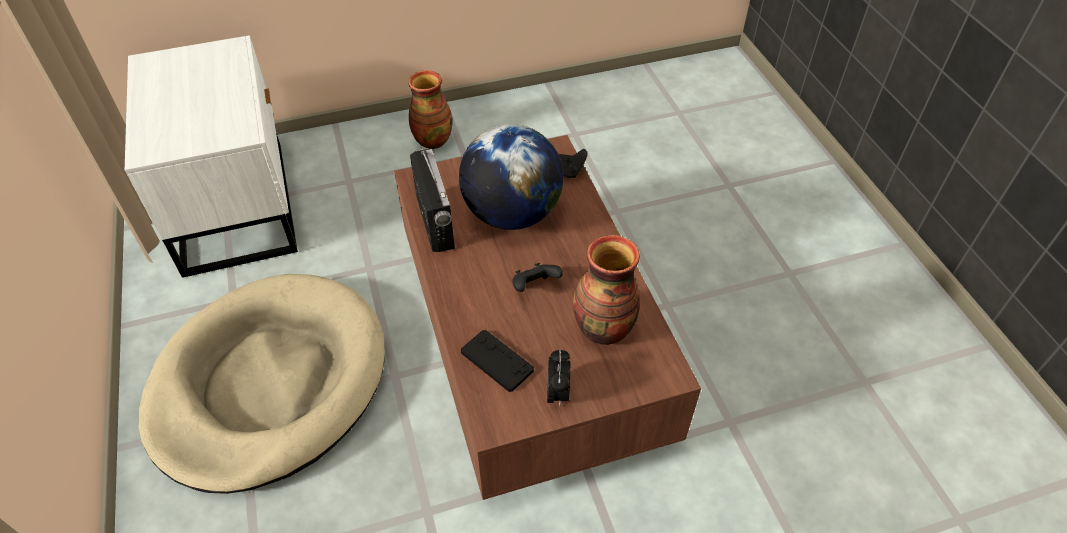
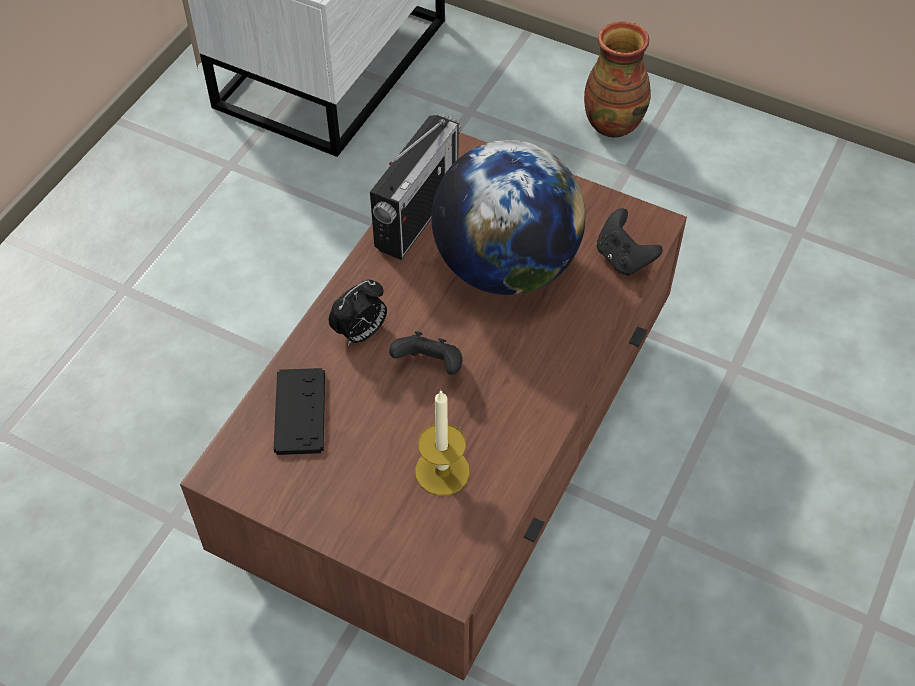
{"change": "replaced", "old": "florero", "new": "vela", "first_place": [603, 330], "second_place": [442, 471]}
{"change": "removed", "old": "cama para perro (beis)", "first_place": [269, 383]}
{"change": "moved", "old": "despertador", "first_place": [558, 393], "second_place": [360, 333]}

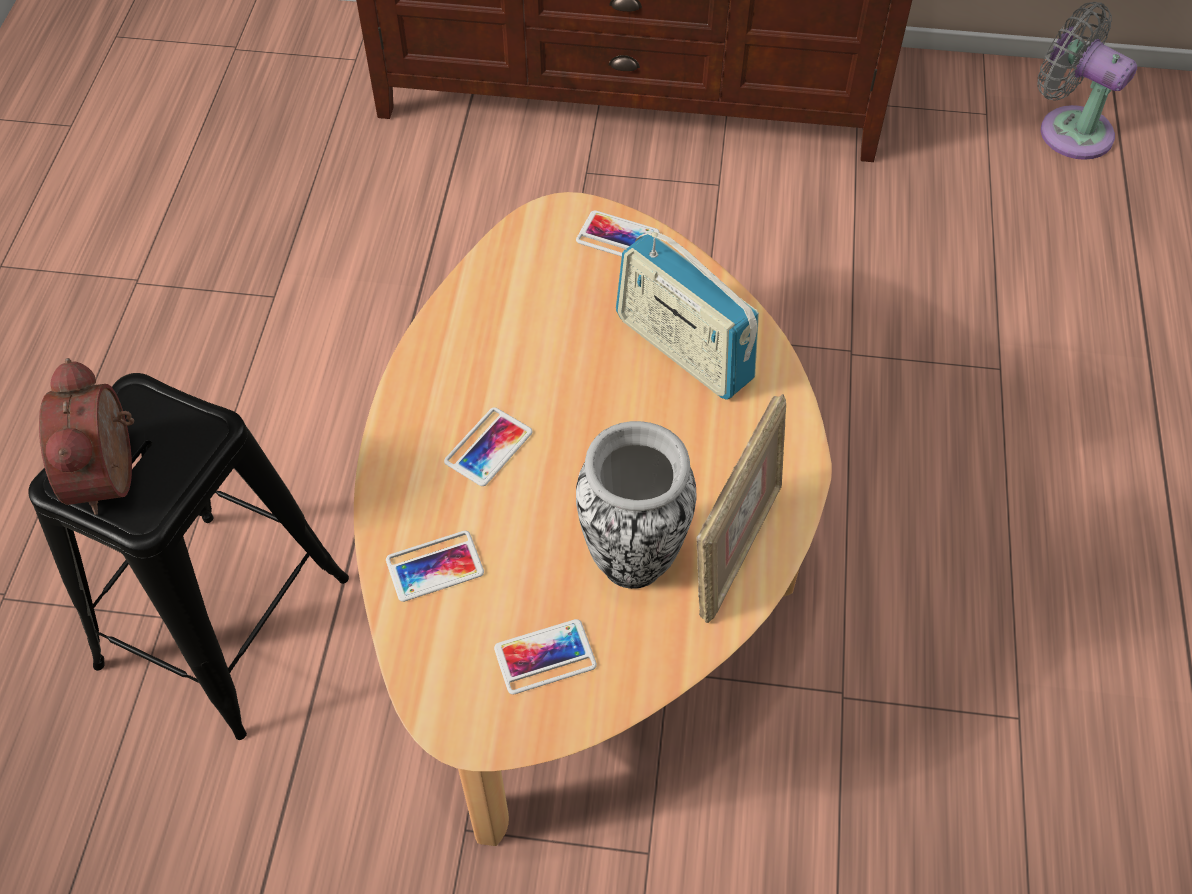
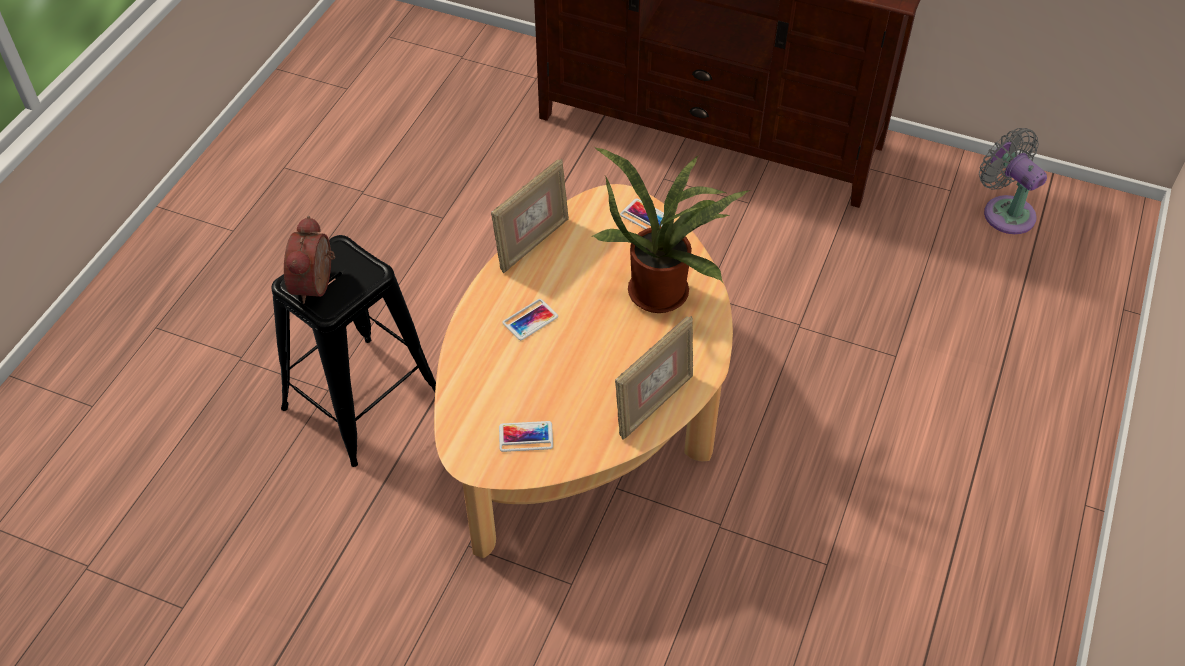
{"change": "replaced", "old": "radio", "new": "planta en maceta", "first_place": [683, 349], "second_place": [662, 289]}
{"change": "removed", "old": "florero", "first_place": [631, 558]}
{"change": "removed", "old": "móvil", "first_place": [435, 566]}
{"change": "added", "new": "portarretratos", "second_place": [532, 243]}

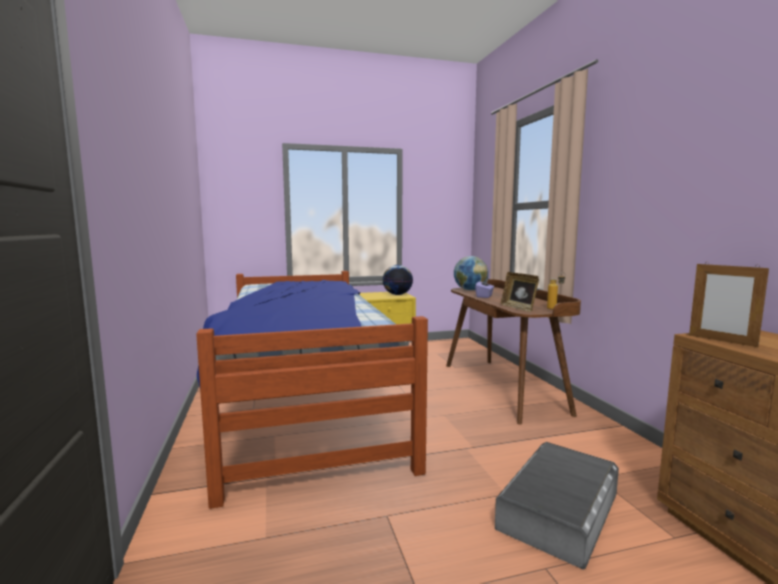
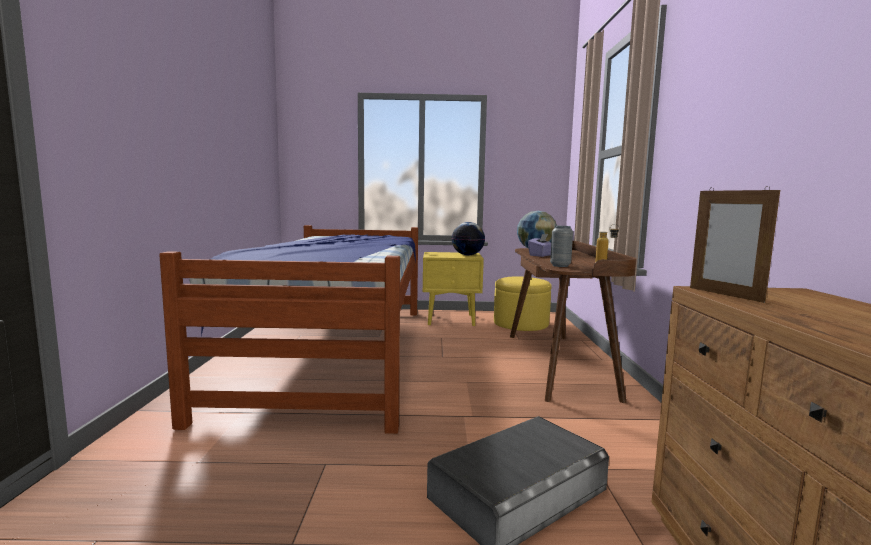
{"change": "replaced", "old": "portarretratos", "new": "florero (gris)", "first_place": [519, 308], "second_place": [560, 266]}
{"change": "added", "new": "puf (amarillo)", "second_place": [521, 323]}

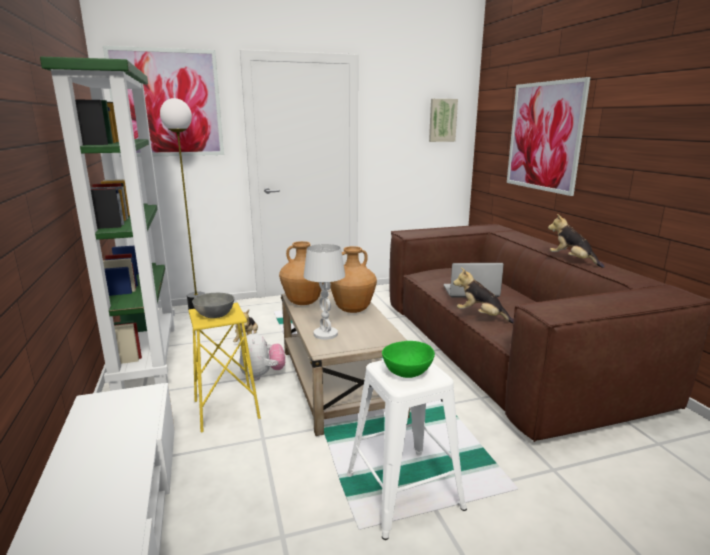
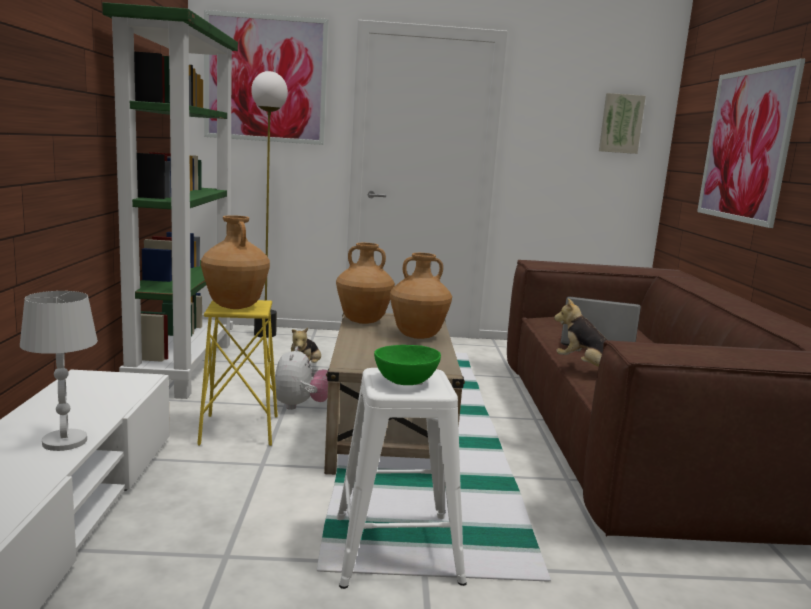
{"change": "removed", "old": "peluche", "first_place": [572, 260]}
{"change": "moved", "old": "lámpara de mesa (blanco)", "first_place": [325, 334], "second_place": [64, 441]}
{"change": "replaced", "old": "cuenco (gris)", "new": "florero (marrón)", "first_place": [214, 315], "second_place": [235, 307]}

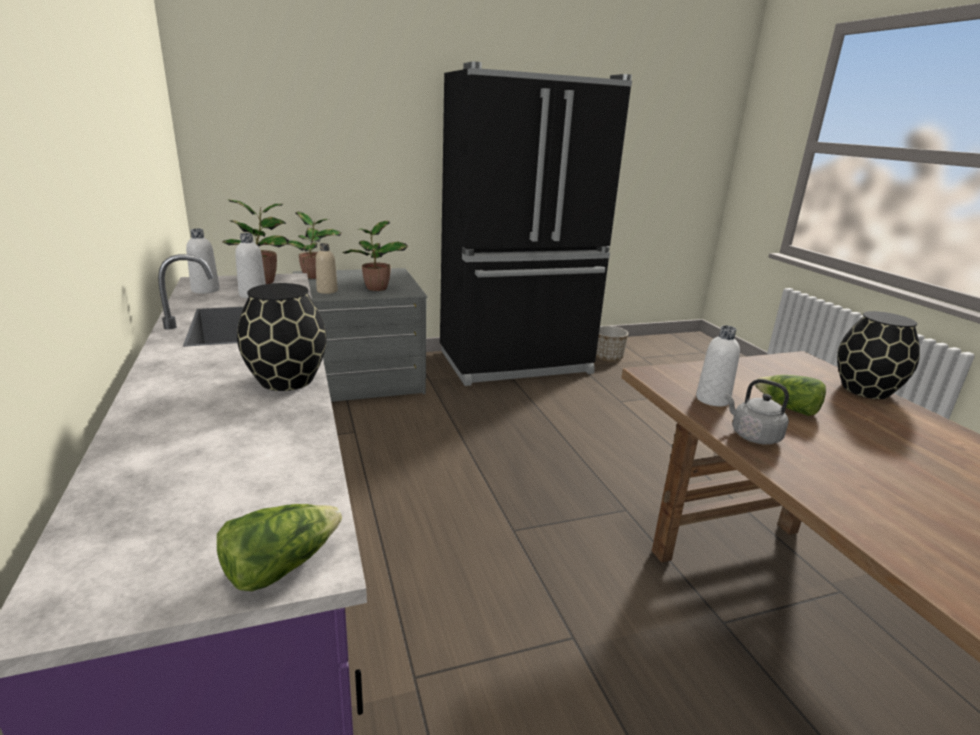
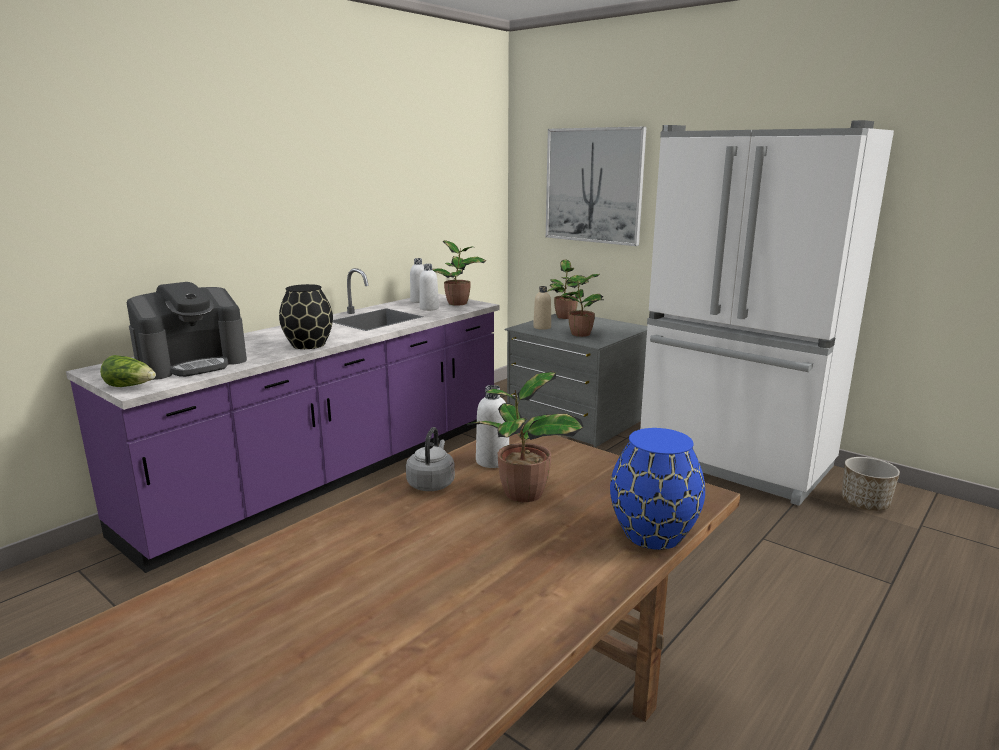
{"change": "recoloured", "old": "nevera (negro)", "new": "nevera (blanco)", "first_place": [517, 363], "second_place": [734, 463]}
{"change": "recoloured", "old": "florero (negro)", "new": "florero (azul)", "first_place": [864, 389], "second_place": [653, 533]}
{"change": "replaced", "old": "lechuga", "new": "planta en maceta", "first_place": [788, 408], "second_place": [521, 494]}
{"change": "added", "new": "cuadro", "second_place": [593, 185]}
{"change": "added", "new": "cafetera", "second_place": [192, 363]}

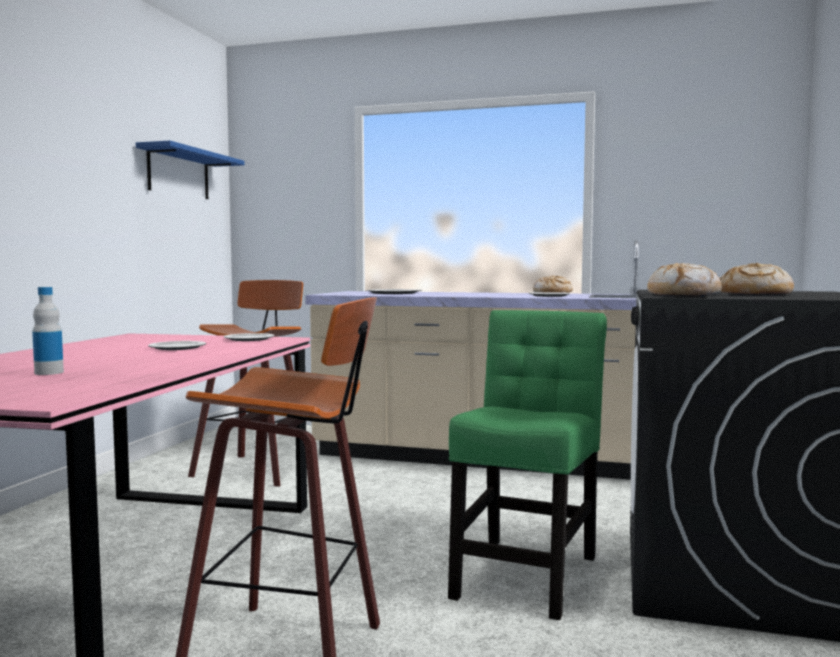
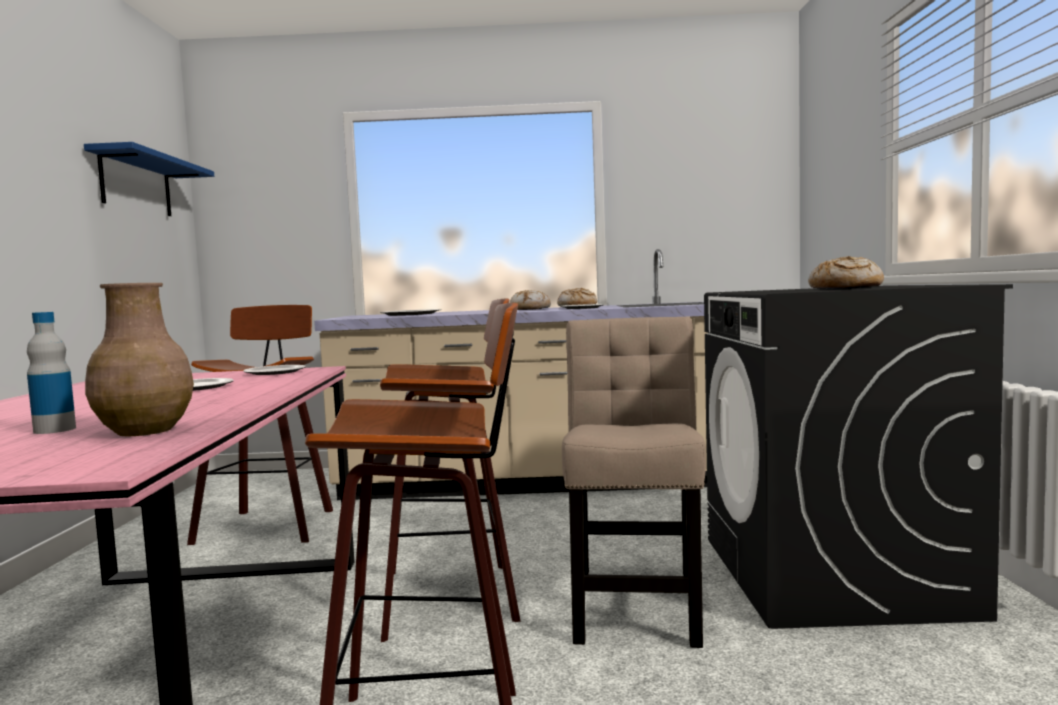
{"change": "moved", "old": "pan", "first_place": [683, 295], "second_place": [530, 309]}
{"change": "recoloured", "old": "silla (verde)", "new": "silla (beis)", "first_place": [526, 572], "second_place": [636, 600]}
{"change": "added", "new": "florero (marrón)", "second_place": [145, 431]}
{"change": "added", "new": "taburete", "second_place": [455, 595]}

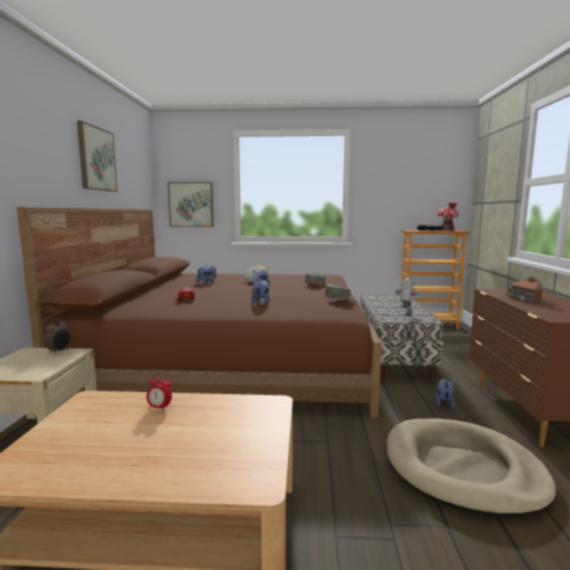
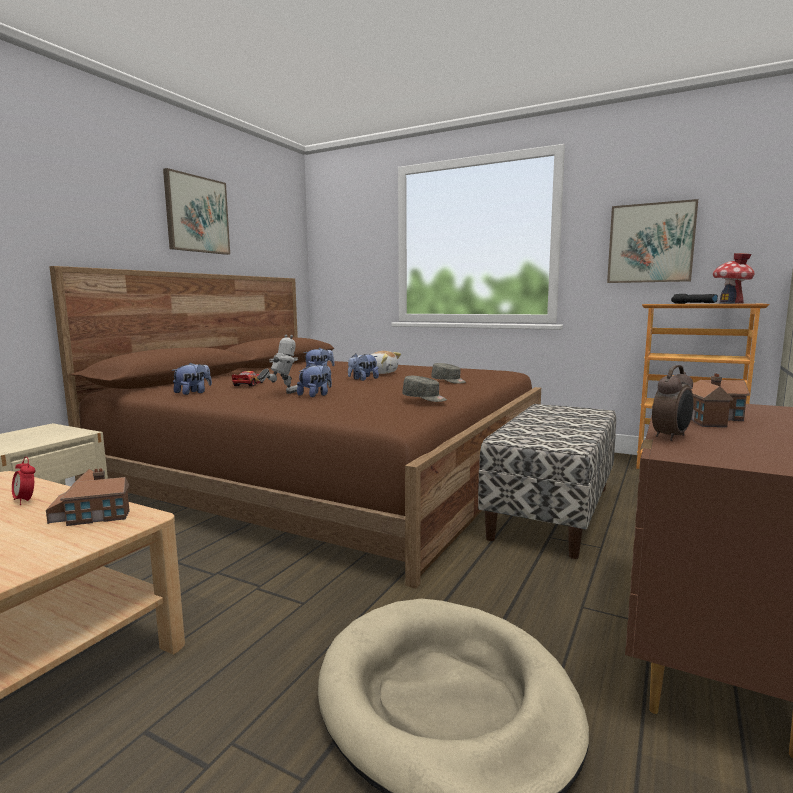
{"change": "moved", "old": "cuadro", "first_place": [191, 204], "second_place": [650, 243]}
{"change": "moved", "old": "robot de juguete", "first_place": [405, 315], "second_place": [281, 393]}
{"change": "moved", "old": "despertador", "first_place": [59, 351], "second_place": [671, 437]}
{"change": "moved", "old": "peluche", "first_place": [443, 403], "second_place": [193, 393]}
{"change": "added", "new": "casita", "second_place": [91, 514]}

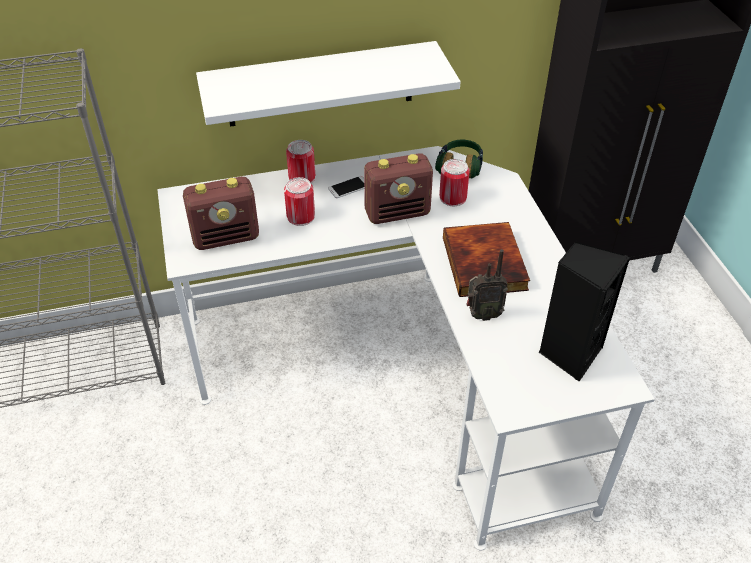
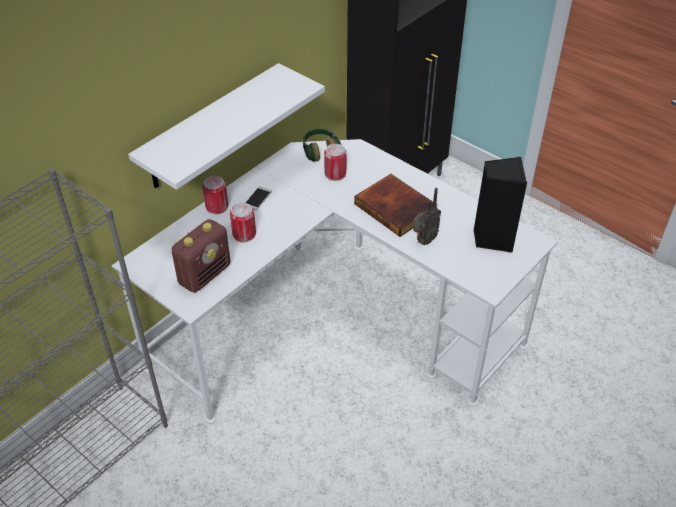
{"change": "removed", "old": "radio", "first_place": [398, 213]}

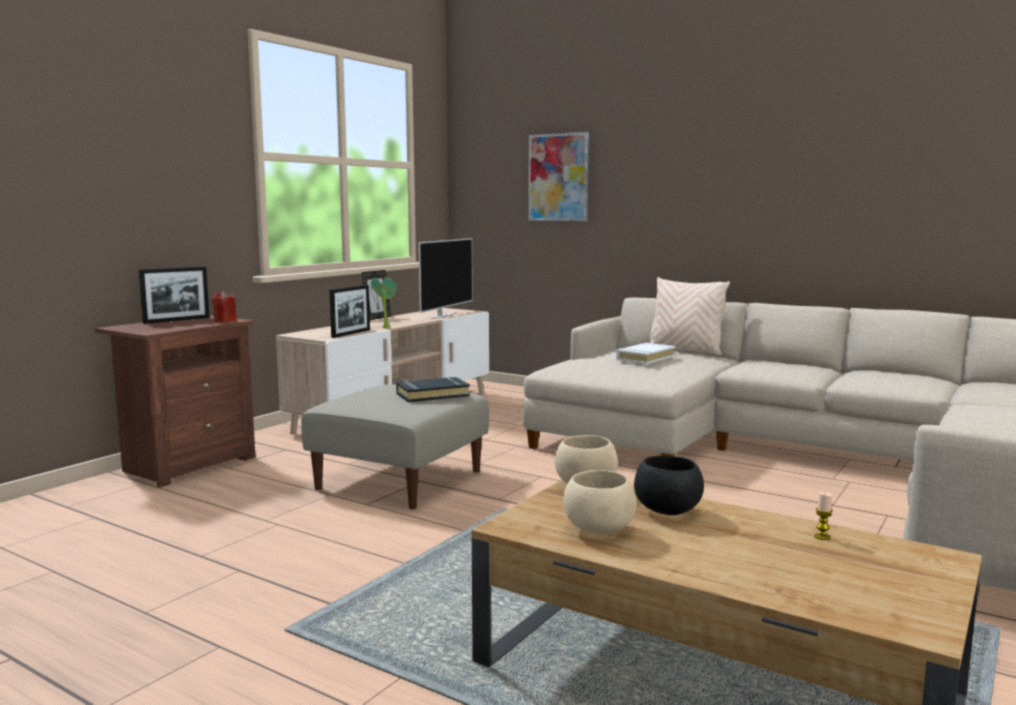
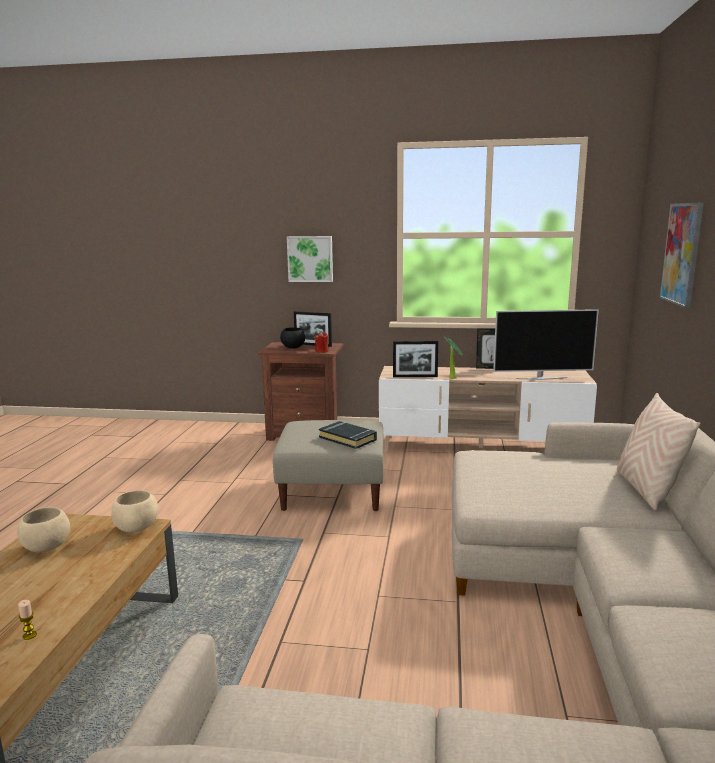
{"change": "removed", "old": "libro (blanco)", "first_place": [645, 358]}
{"change": "moved", "old": "cuenco (negro)", "first_place": [667, 512], "second_place": [292, 348]}
{"change": "added", "new": "cuadro", "second_place": [310, 259]}

